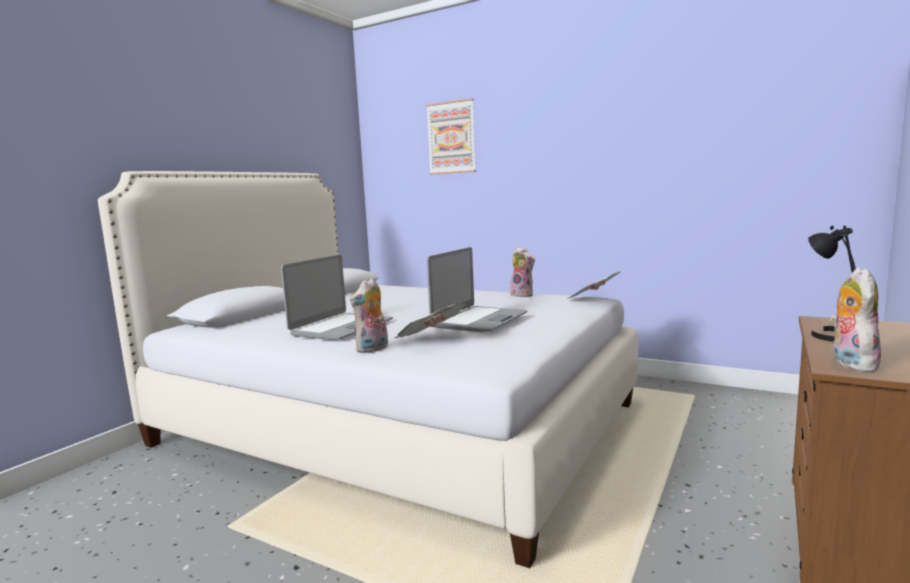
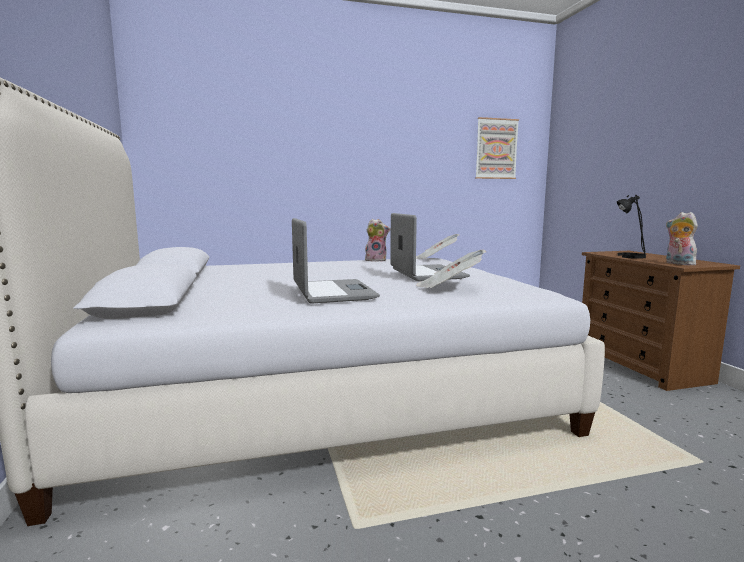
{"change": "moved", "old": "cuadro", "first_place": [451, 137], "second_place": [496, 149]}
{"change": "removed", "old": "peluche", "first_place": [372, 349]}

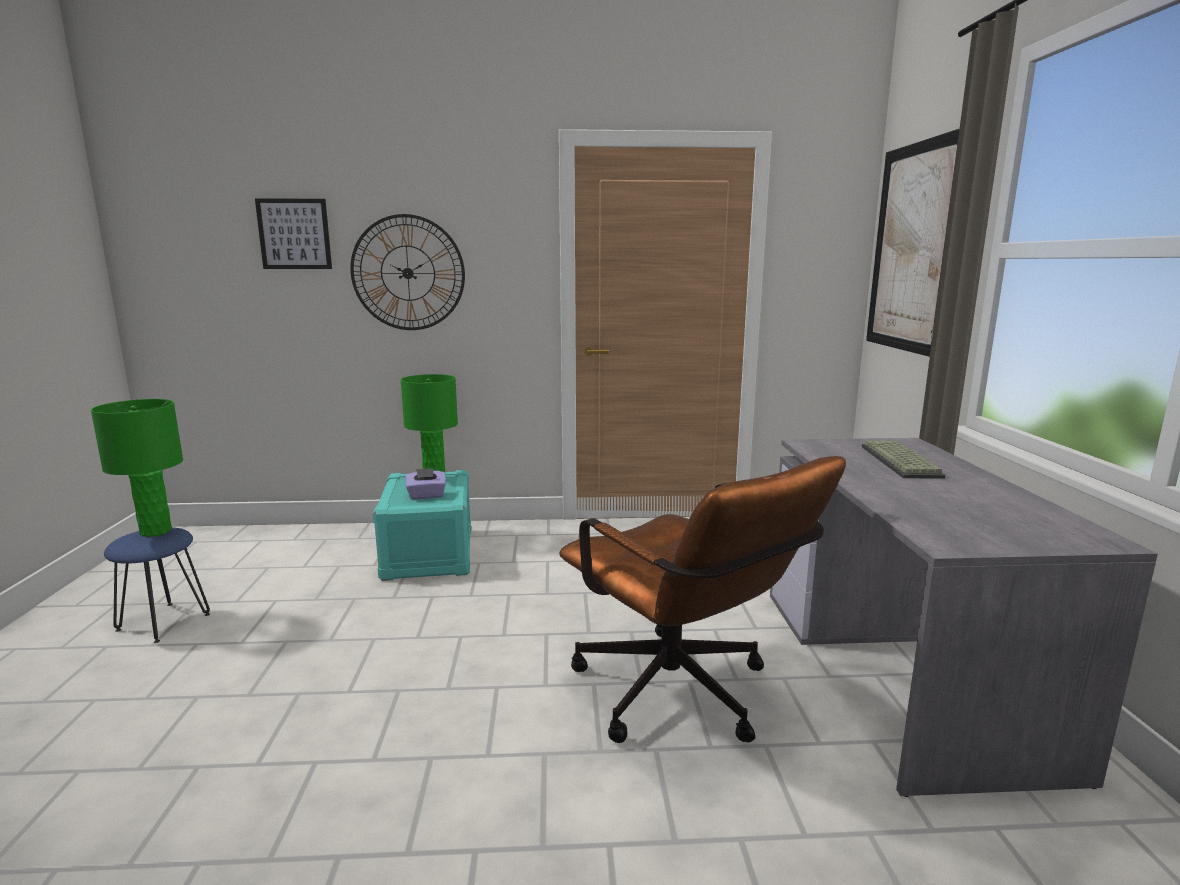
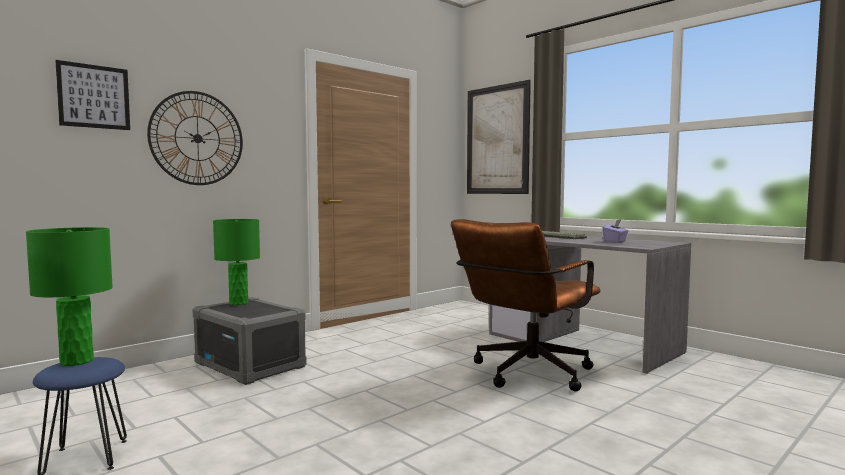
{"change": "turned", "old": "silla de oficina (marrón)", "first_place": [683, 698], "second_place": [525, 375], "degrees": 120}
{"change": "moved", "old": "caja de pañuelos (morado)", "first_place": [426, 496], "second_place": [615, 242]}
{"change": "recoloured", "old": "caja de almacenaje (turquesa)", "new": "caja de almacenaje (gris)", "first_place": [429, 553], "second_place": [251, 365]}

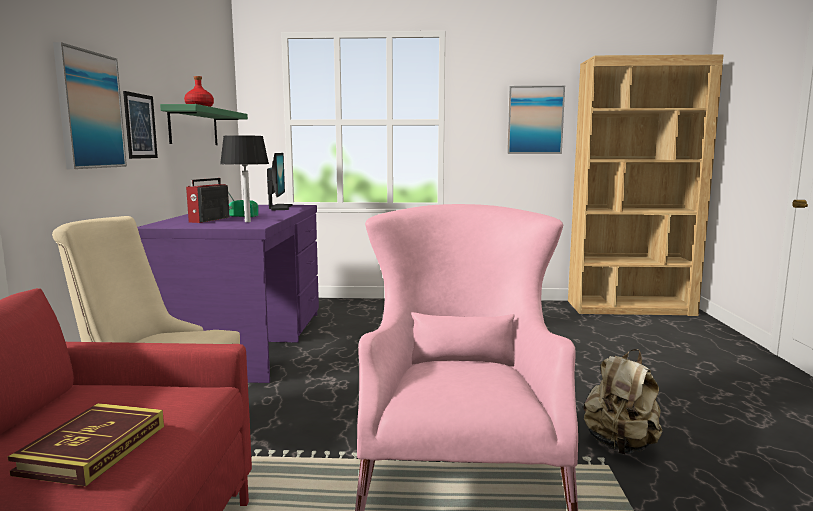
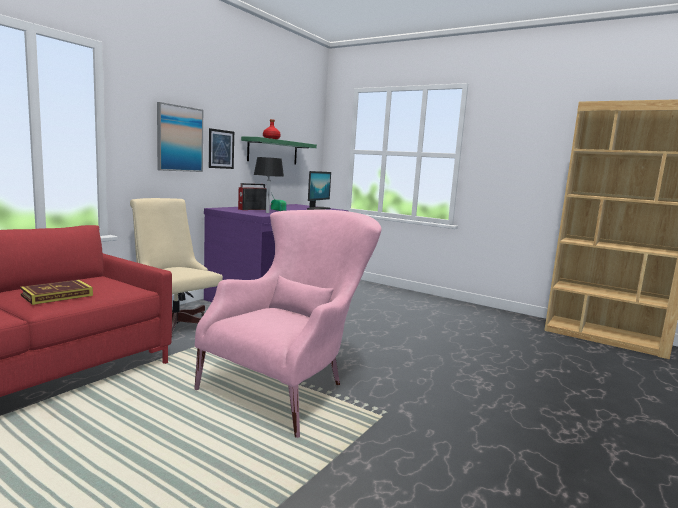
{"change": "removed", "old": "cuadro", "first_place": [535, 120]}
{"change": "removed", "old": "mochila (beis)", "first_place": [621, 445]}

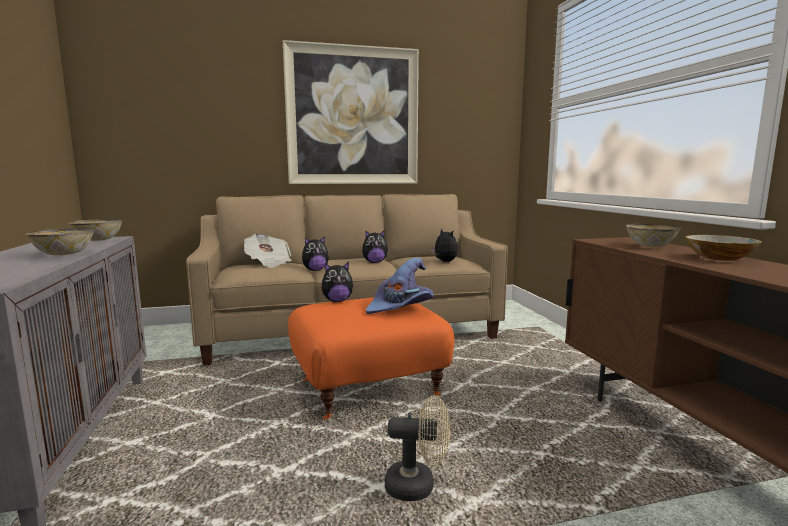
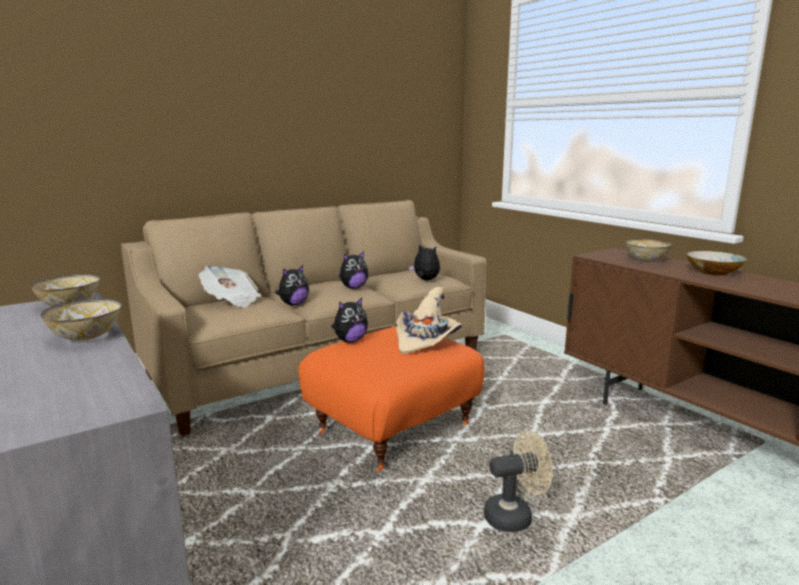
{"change": "removed", "old": "cuadro", "first_place": [353, 116]}
{"change": "recoloured", "old": "sombrero (morado)", "new": "sombrero (beis)", "first_place": [401, 307], "second_place": [426, 340]}

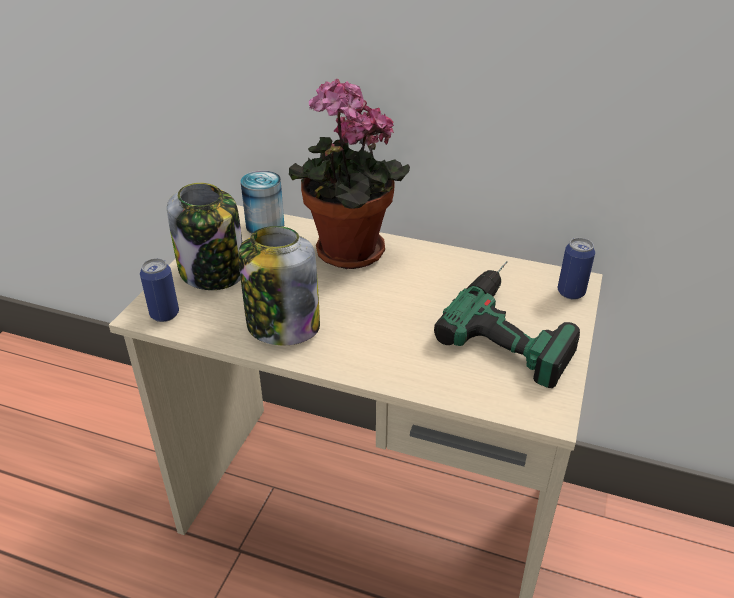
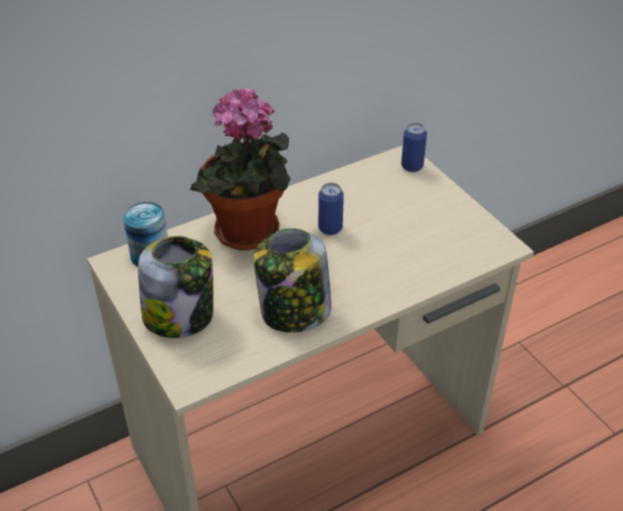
{"change": "moved", "old": "lata", "first_place": [164, 314], "second_place": [330, 228]}
{"change": "removed", "old": "taladro", "first_place": [518, 323]}

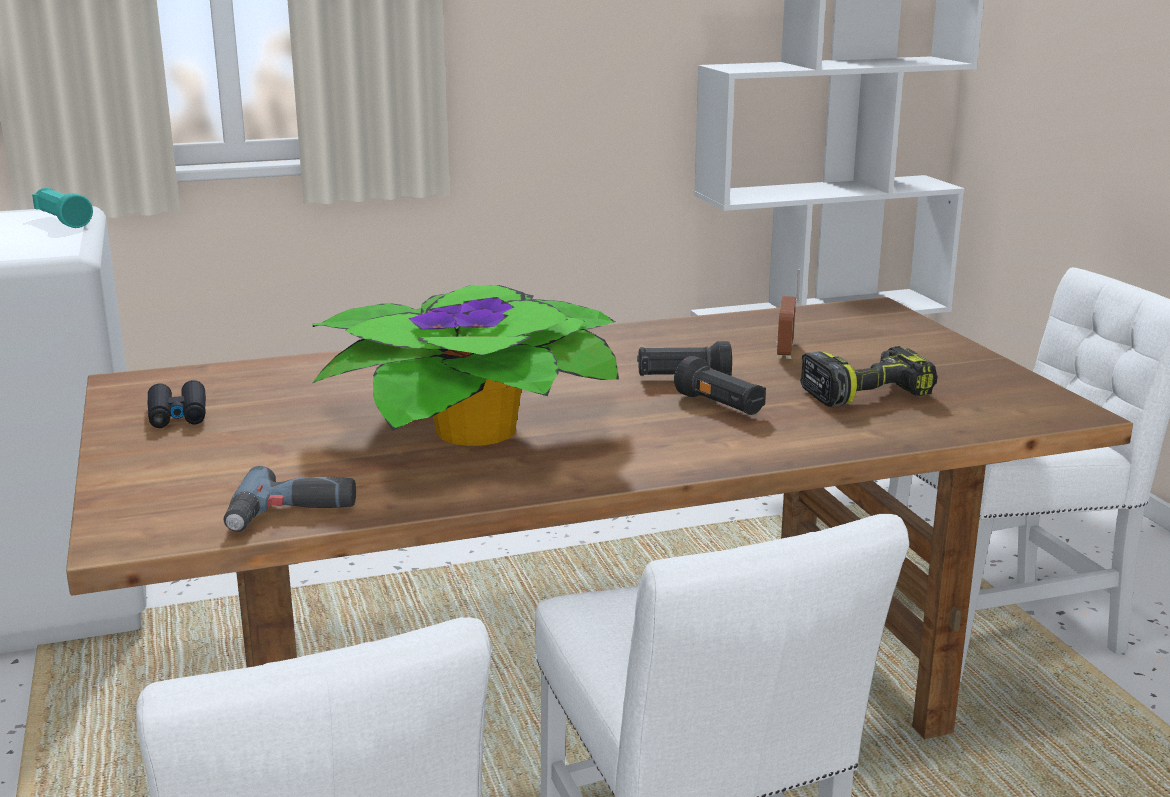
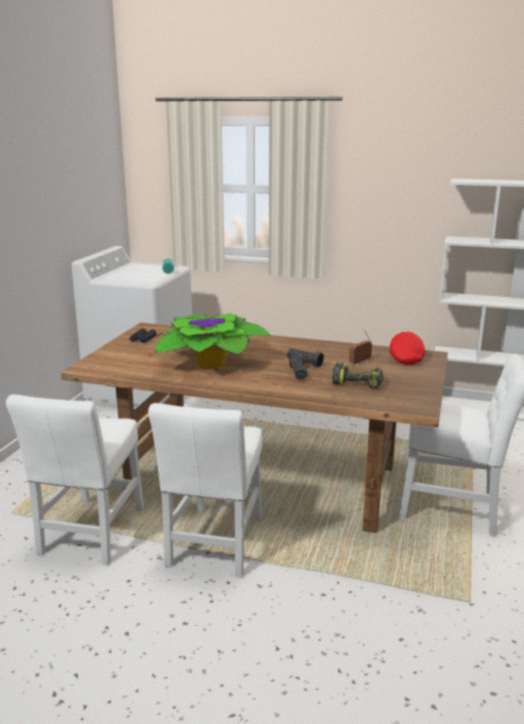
{"change": "removed", "old": "taladro", "first_place": [291, 515]}
{"change": "added", "new": "gorra (rojo)", "second_place": [405, 358]}

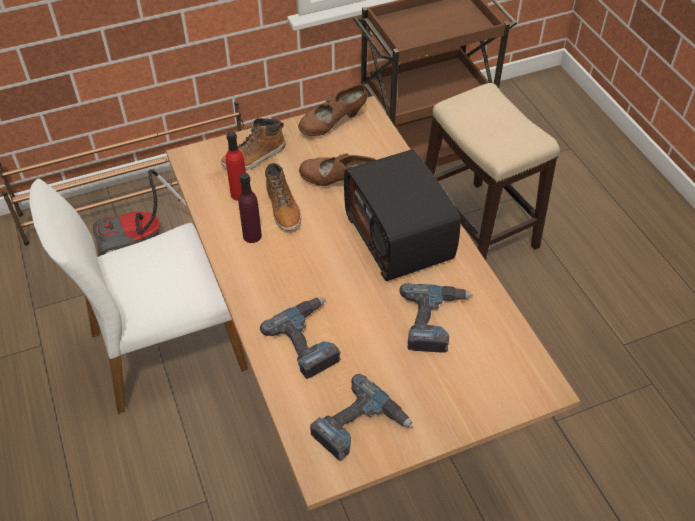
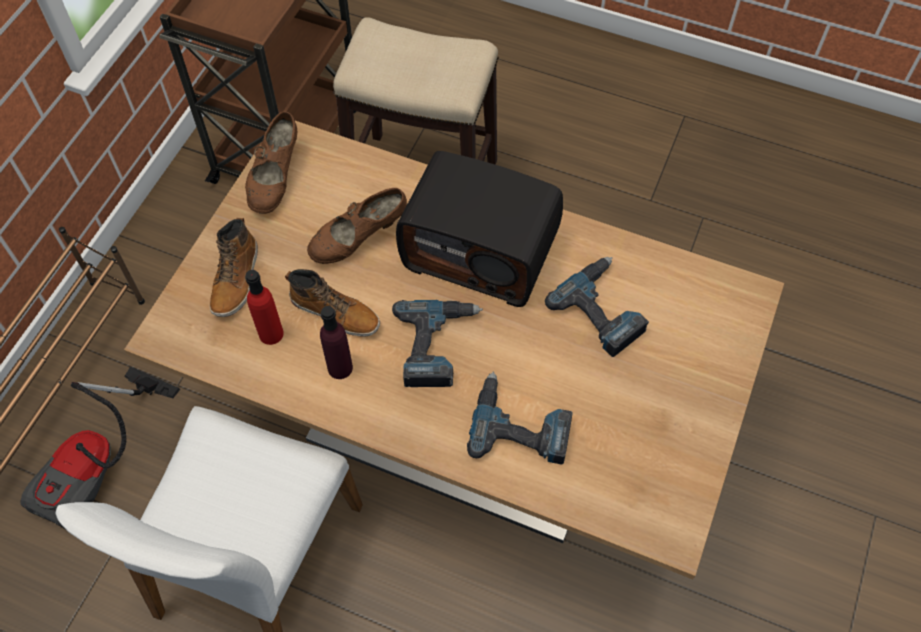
{"change": "moved", "old": "taladro", "first_place": [360, 426], "second_place": [437, 346]}

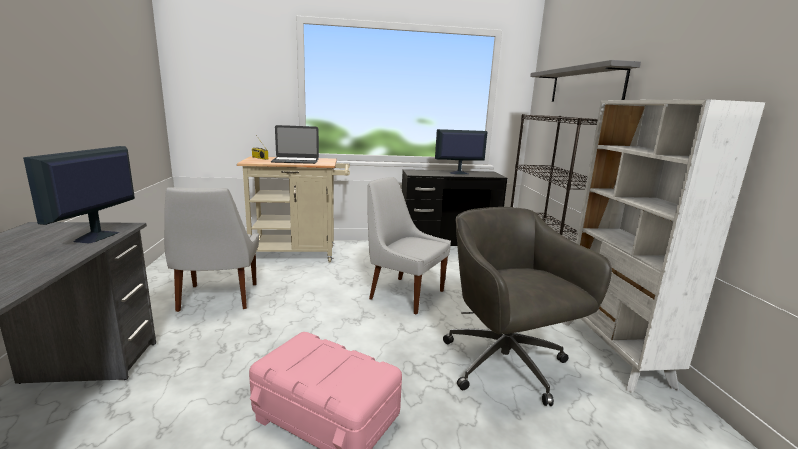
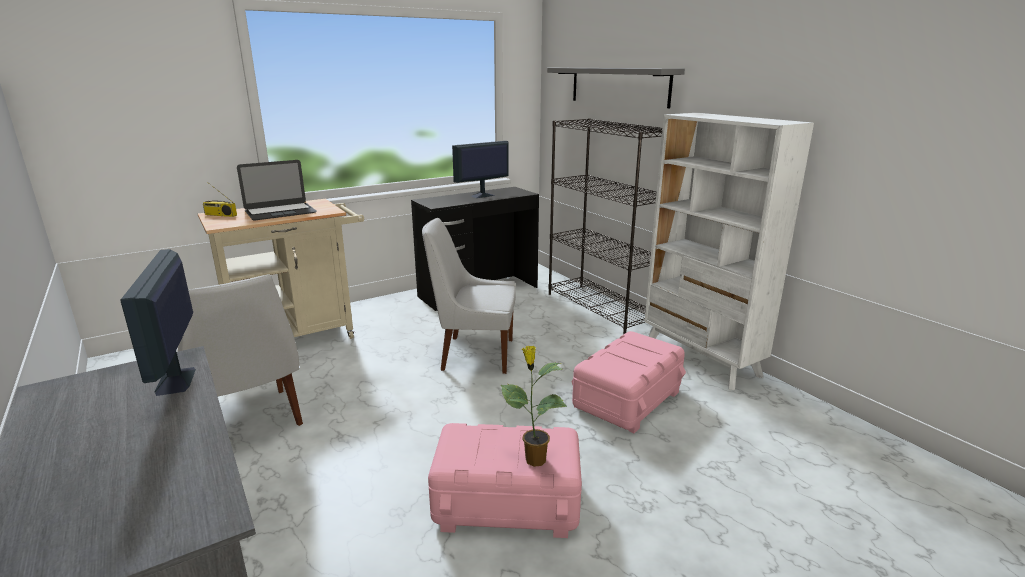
{"change": "replaced", "old": "silla de oficina (gris)", "new": "caja de almacenaje (rosa)", "first_place": [506, 366], "second_place": [626, 399]}
{"change": "added", "new": "planta en maceta", "second_place": [534, 460]}

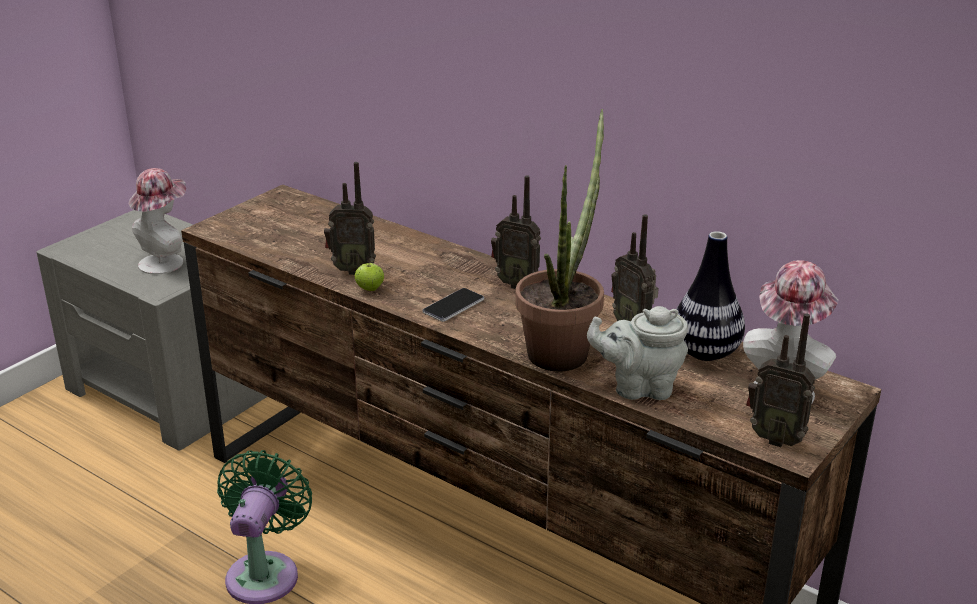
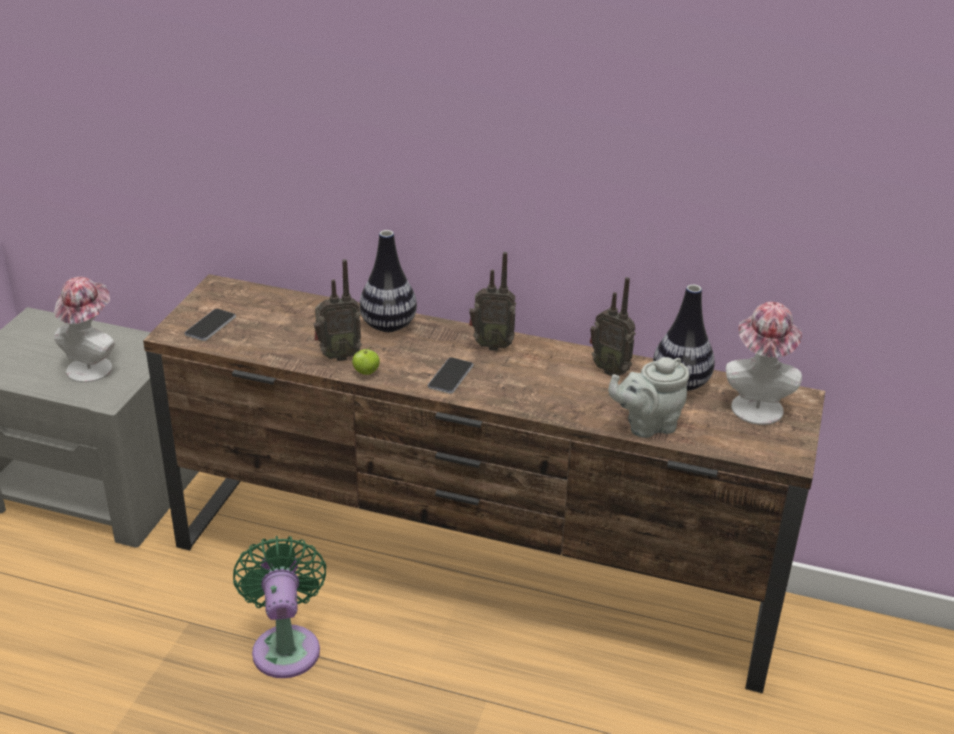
{"change": "removed", "old": "planta en maceta", "first_place": [562, 348]}
{"change": "removed", "old": "radio", "first_place": [775, 438]}
{"change": "added", "new": "florero", "second_place": [388, 326]}
{"change": "added", "new": "móvil", "second_place": [210, 326]}

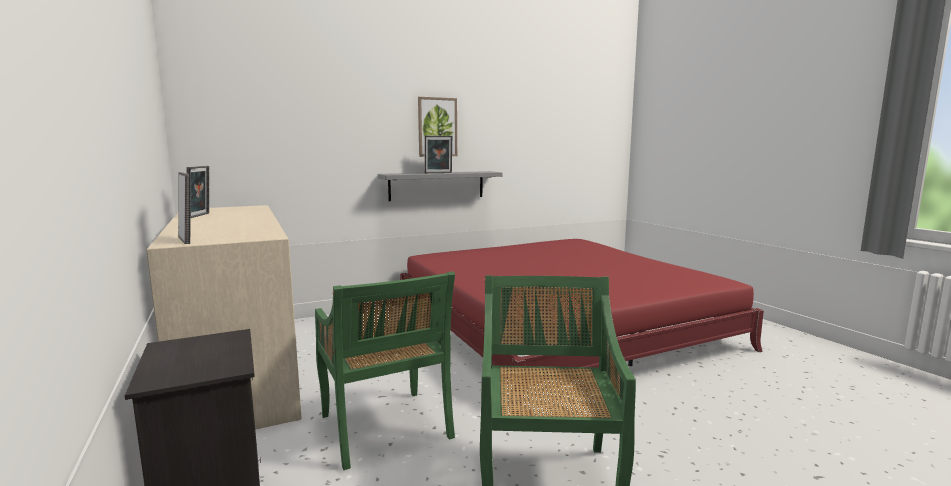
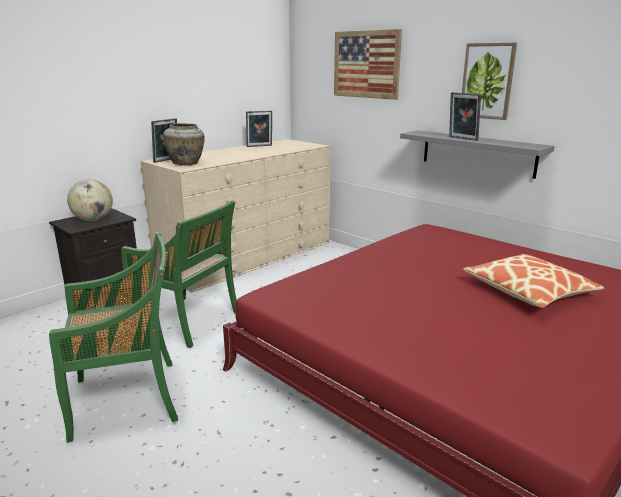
{"change": "turned", "old": "silla (verde)", "first_place": [386, 428], "second_place": [188, 321], "degrees": -105}
{"change": "added", "new": "cuadro", "second_place": [366, 64]}
{"change": "added", "new": "florero (beis)", "second_place": [186, 163]}
{"change": "added", "new": "globo terráqueo", "second_place": [93, 220]}
{"change": "added", "new": "cojín", "second_place": [528, 291]}

